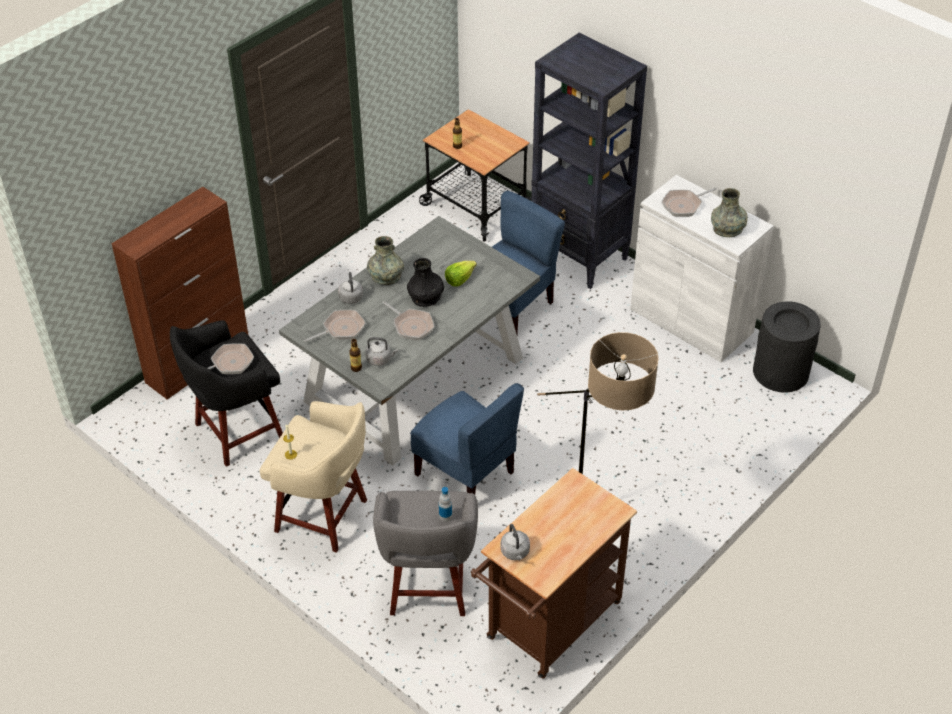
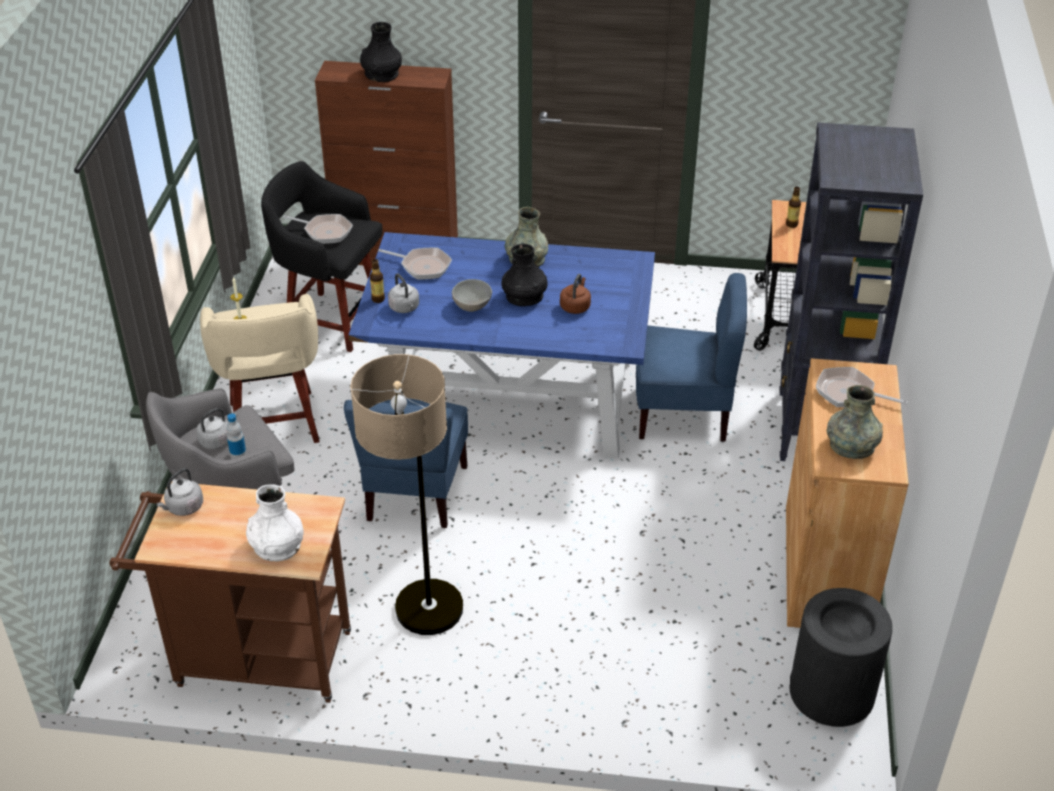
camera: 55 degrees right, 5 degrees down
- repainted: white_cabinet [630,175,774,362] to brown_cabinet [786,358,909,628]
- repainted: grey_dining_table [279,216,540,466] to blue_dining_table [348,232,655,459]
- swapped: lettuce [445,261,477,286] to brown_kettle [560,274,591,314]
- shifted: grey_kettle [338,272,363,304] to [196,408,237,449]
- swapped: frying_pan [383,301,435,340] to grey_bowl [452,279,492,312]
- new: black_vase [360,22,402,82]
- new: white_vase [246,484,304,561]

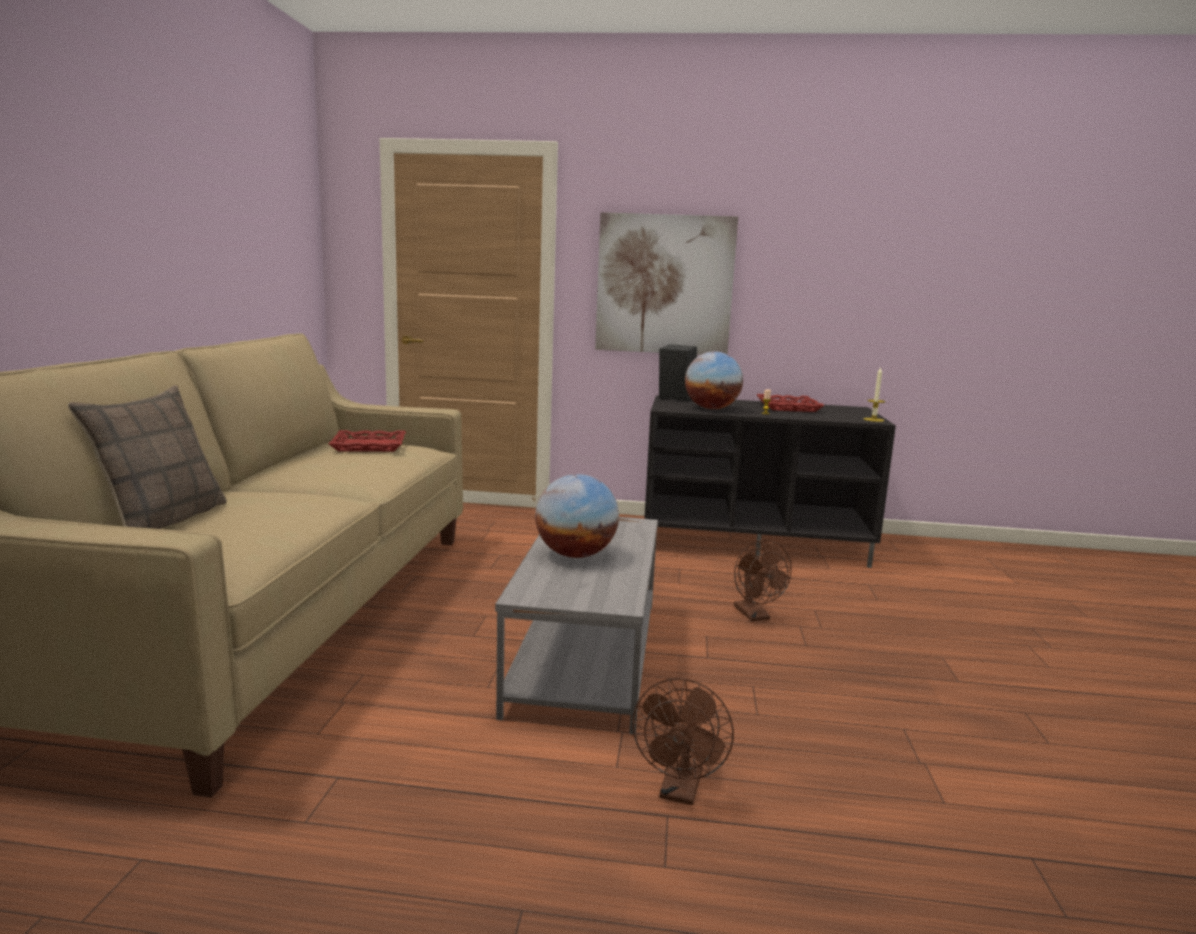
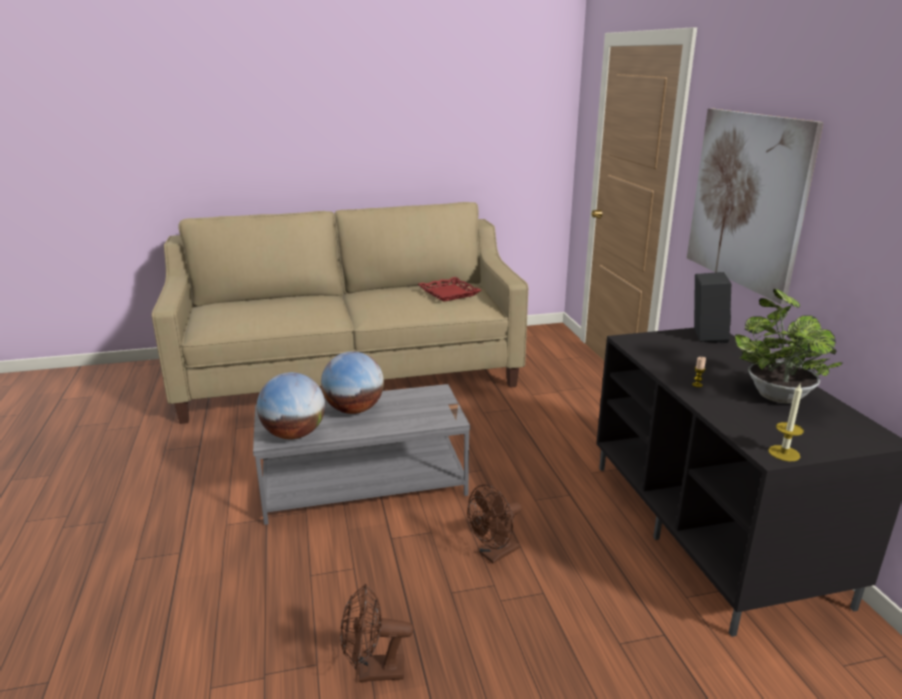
camera: 70 degrees right, 10 degrees up
- shifted: globe [685,351,743,409] to [257,372,325,439]
- gone: pillow [68,385,227,529]
- swapped: red_tray [757,394,825,412] to potted_plant [735,289,843,403]
- shifted: brown_fan [632,678,734,805] to [340,584,413,682]

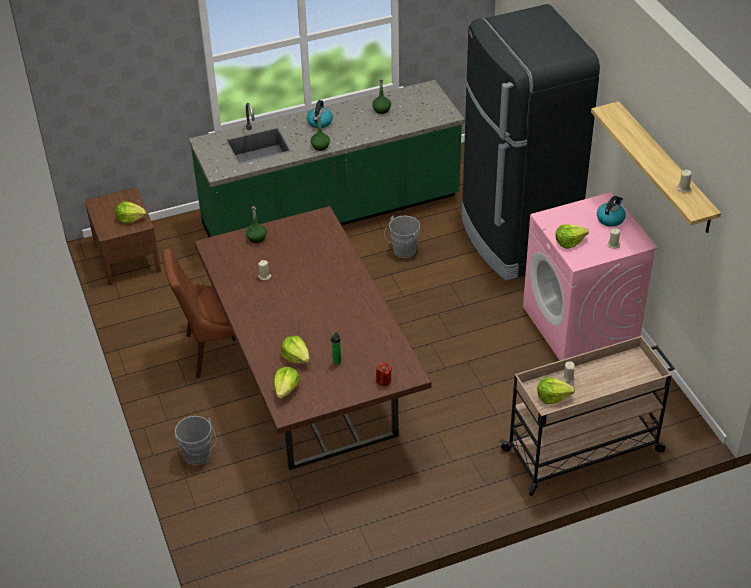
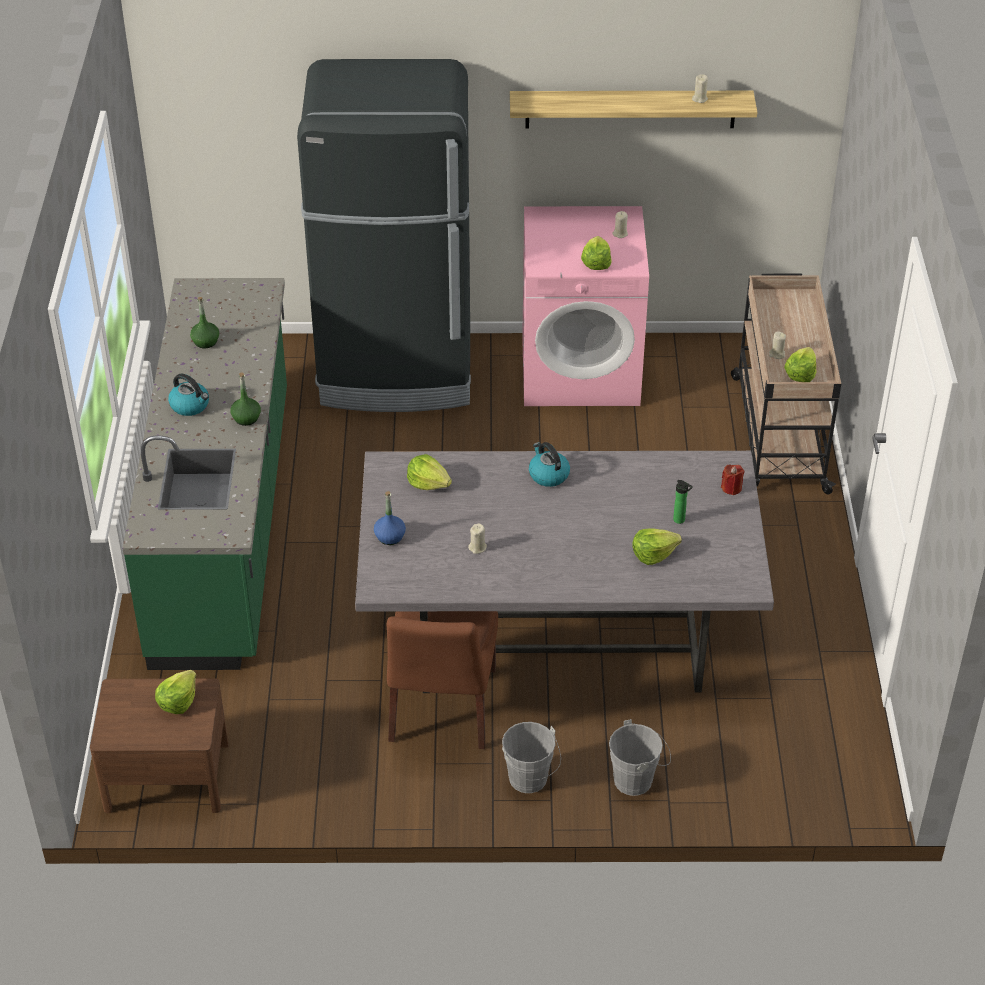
camera: 70 degrees left, 0 degrees up
- shifted: kettle [597,196,626,227] to [529,442,570,487]
- repainted: brown_dining_table [195,206,431,470] to grey_dining_table [355,451,774,693]
- repainted: green_bottle [246,206,267,243] to blue_bottle [374,491,406,545]
- shifted: grey_bucket [384,215,420,258] to [502,722,561,793]
- shifted: lettuce [274,367,300,399] to [407,454,452,490]

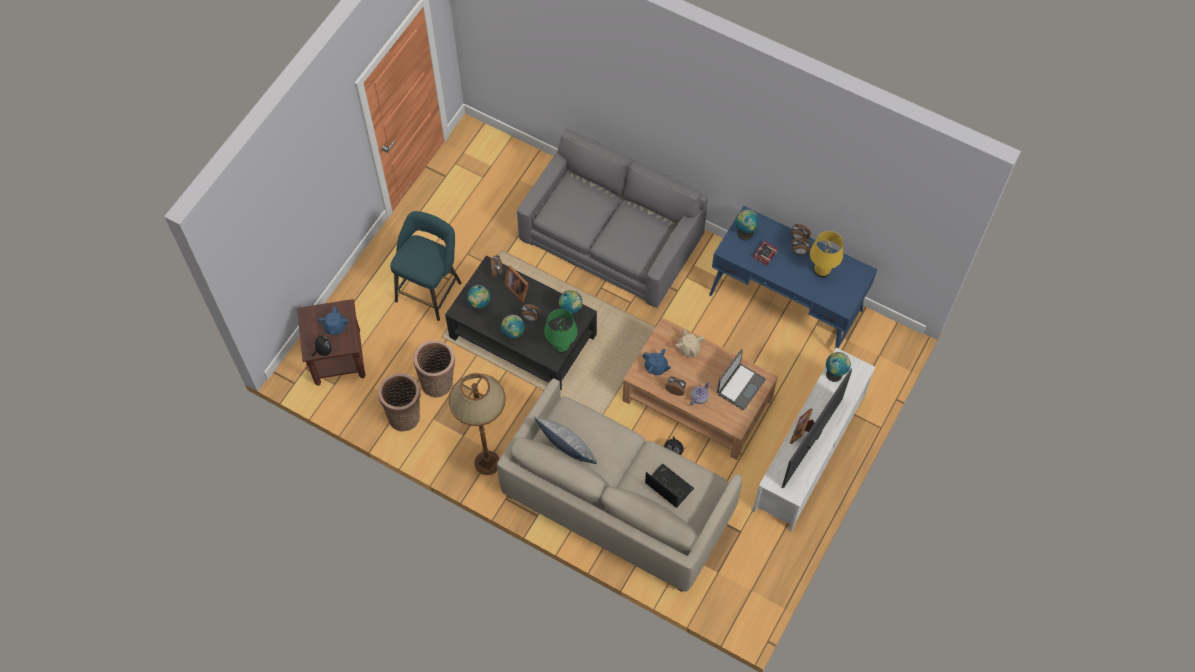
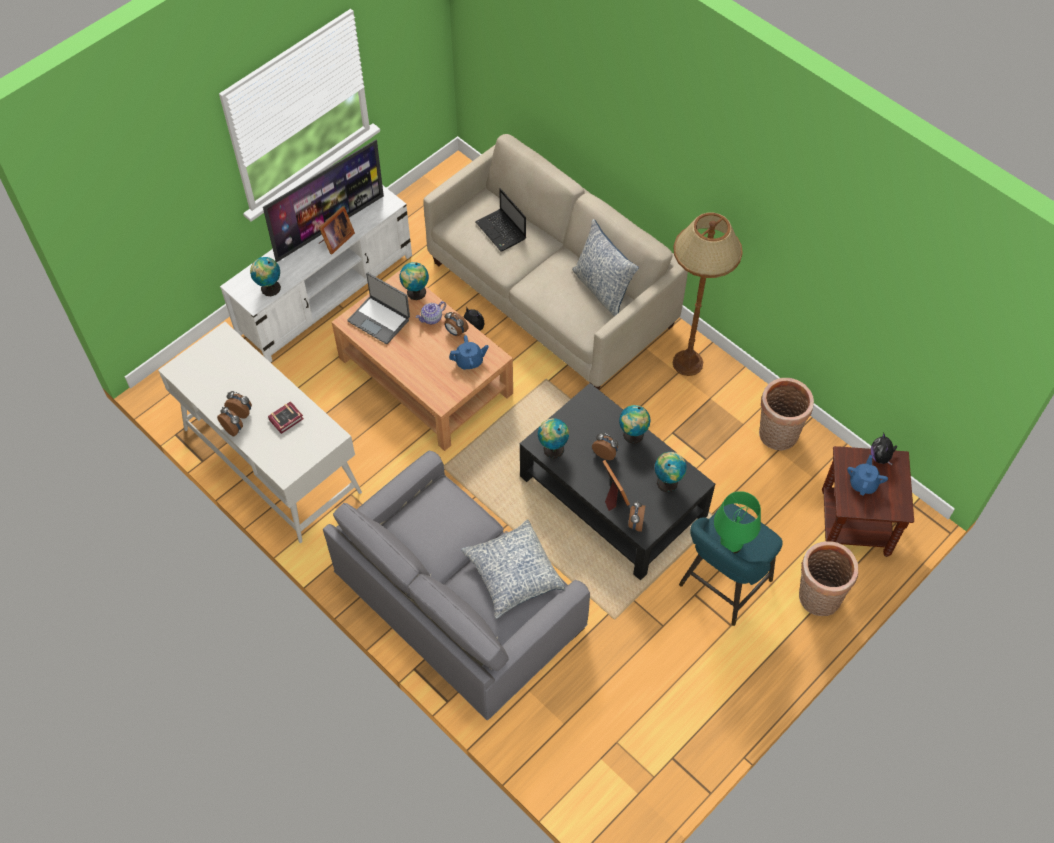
camera: 165 degrees left, 5 degrees down
- repainted: blue_desk [709,206,877,349] to white_desk [158,322,362,543]
- shifted: globe [735,209,759,240] to [400,262,429,300]
- gone: yellow_table_lamp [810,231,843,277]
- shifted: green_table_lamp [544,309,578,353] to [714,491,761,553]
- gone: beige_teapot [675,327,704,358]
- shifted: basket [414,340,455,397] to [799,541,858,616]
- rotated: blue_teapot [642,349,671,375] = [449,335,489,370] 120 degrees clockwise
- rotated: laptop [717,349,766,410] = [347,273,410,344] 105 degrees counterclockwise
- new: pillow [461,519,565,619]

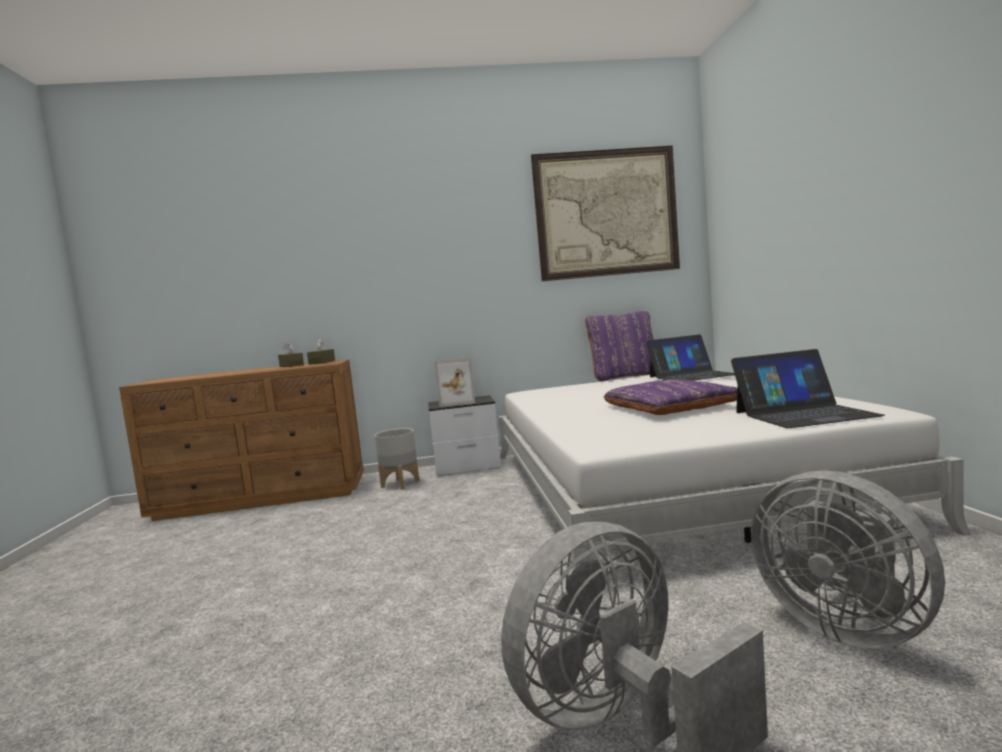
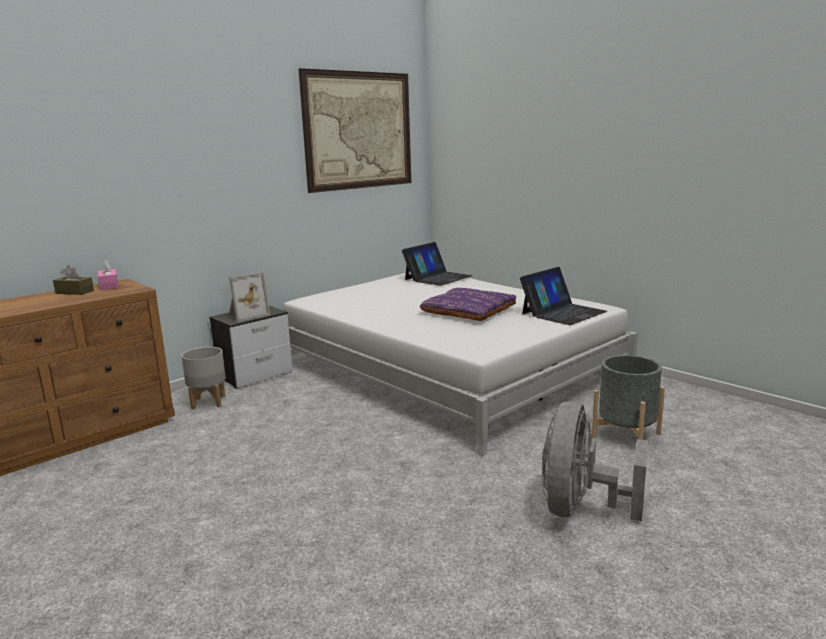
camera: 35 degrees left, 10 degrees up
- gone: purple_pillow [585,311,654,381]
- repainted: brown_tissue_box [307,339,335,365] to pink_tissue_box [98,260,118,290]
- swapped: grey_fan [751,470,945,649] to grey_planter [592,355,665,440]

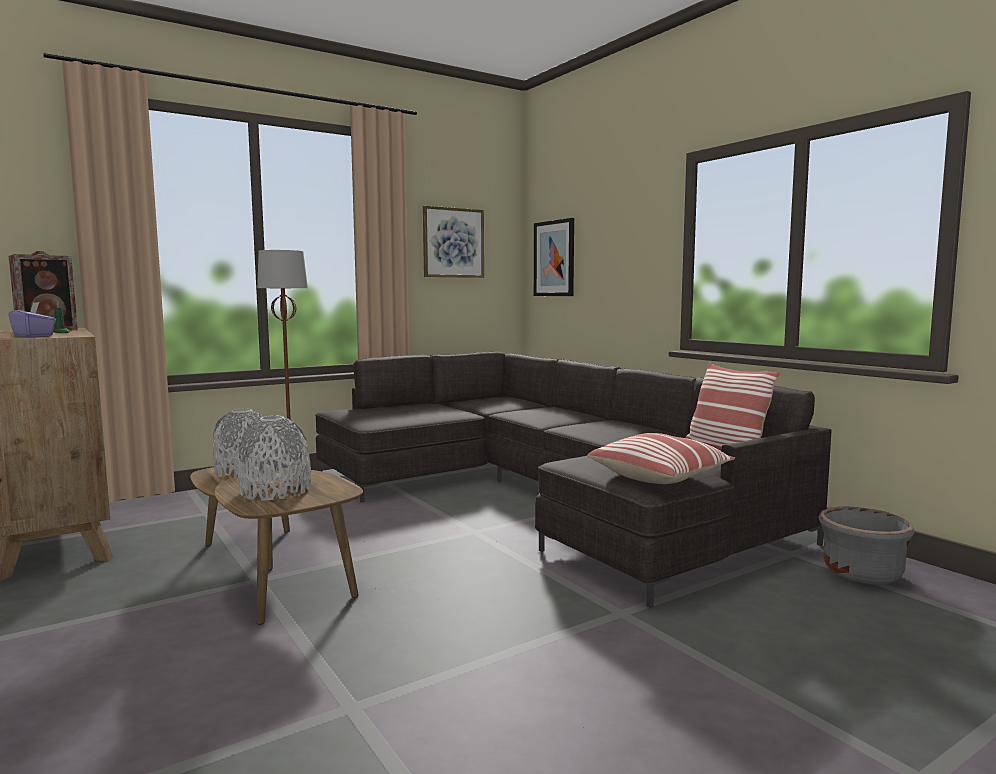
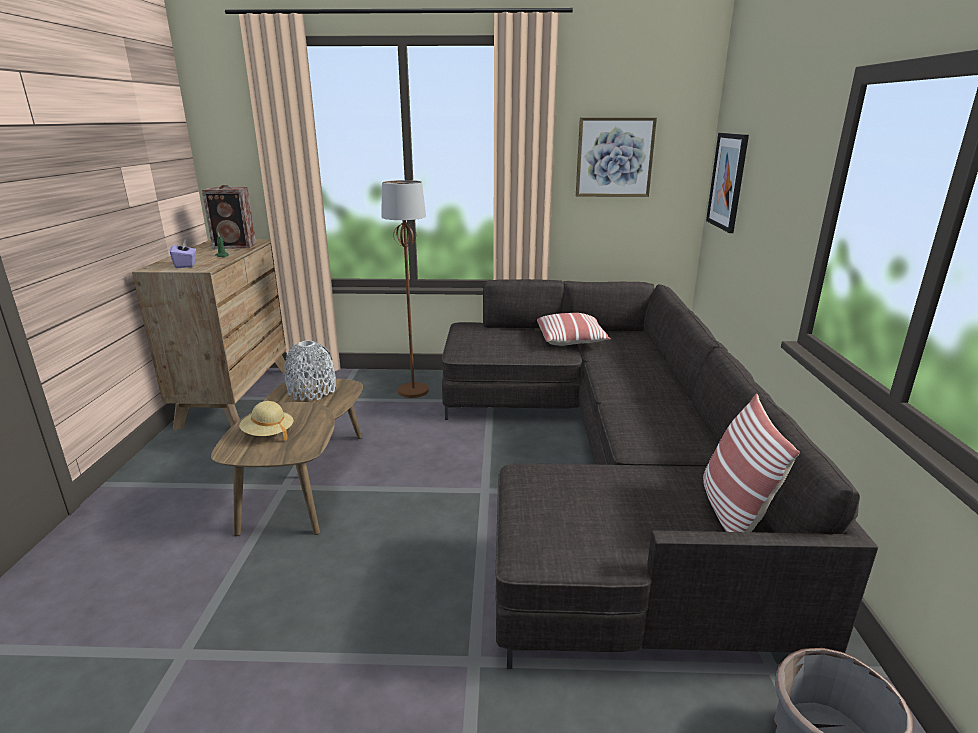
camera: 35 degrees right, 15 degrees up
- swapped: grey_vase [237,416,311,501] to beige_hat [239,401,294,440]
- shifted: pillow [587,433,735,484] to [537,313,611,346]

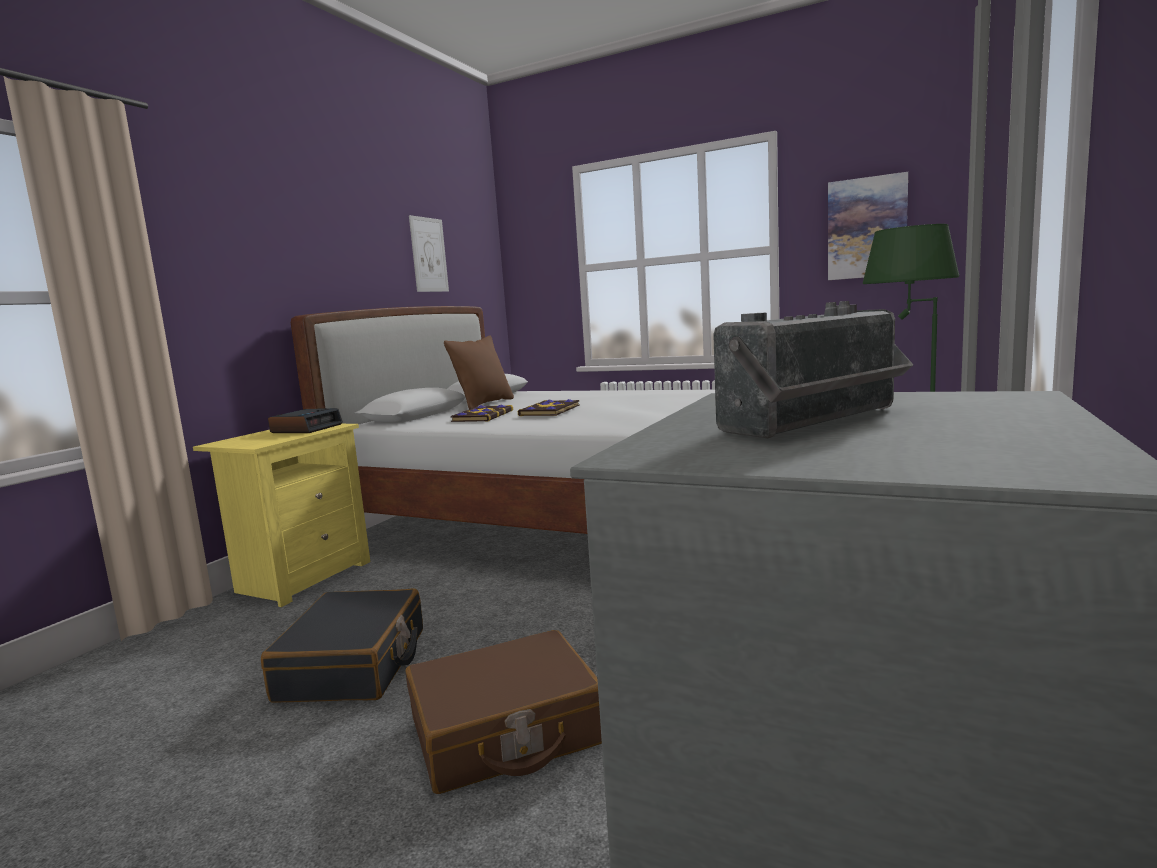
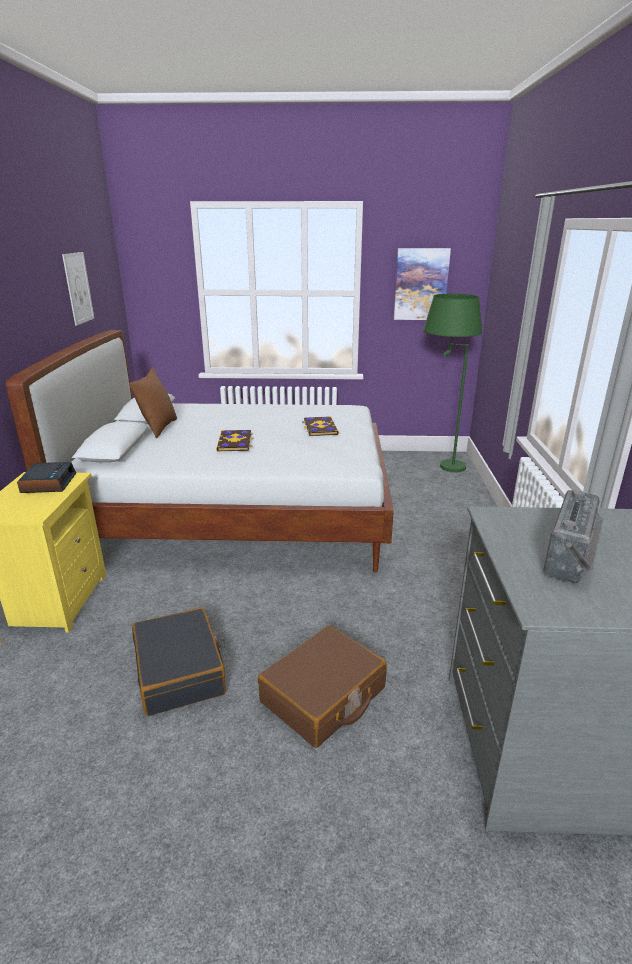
camera: 25 degrees left, 15 degrees up
- shifted: book [451,404,513,422] to [302,416,339,436]

